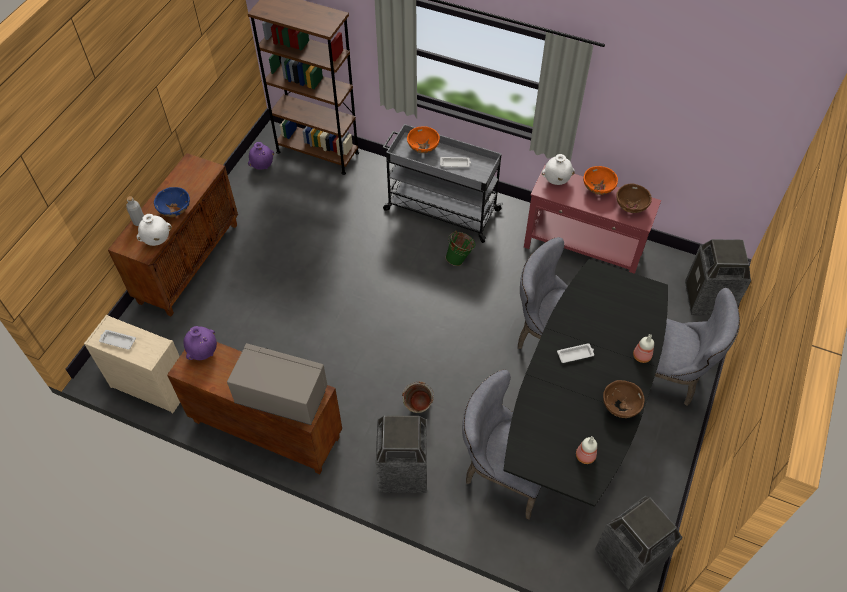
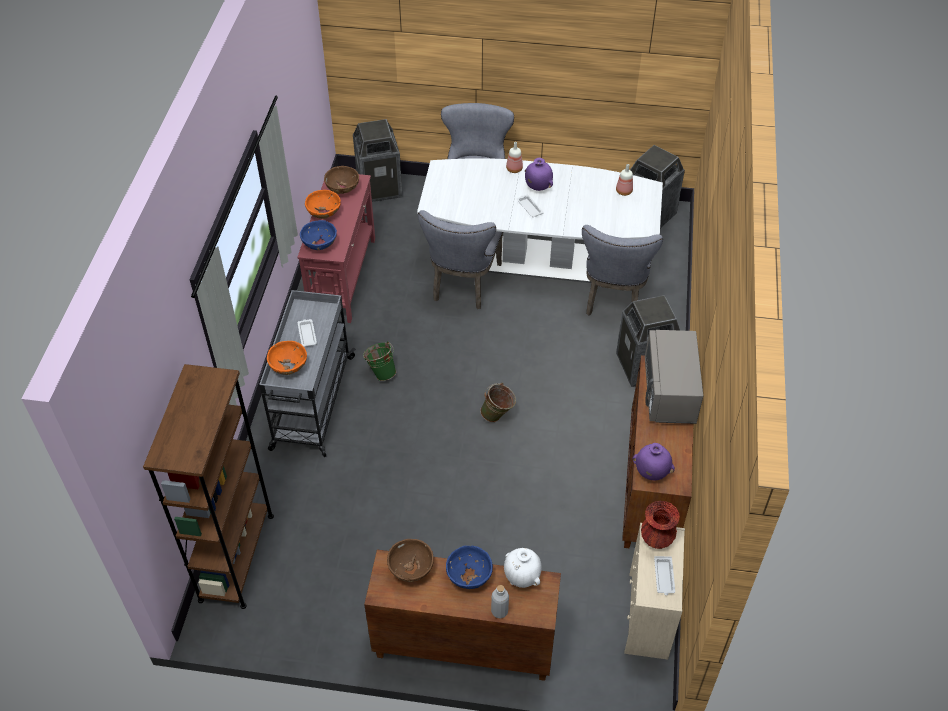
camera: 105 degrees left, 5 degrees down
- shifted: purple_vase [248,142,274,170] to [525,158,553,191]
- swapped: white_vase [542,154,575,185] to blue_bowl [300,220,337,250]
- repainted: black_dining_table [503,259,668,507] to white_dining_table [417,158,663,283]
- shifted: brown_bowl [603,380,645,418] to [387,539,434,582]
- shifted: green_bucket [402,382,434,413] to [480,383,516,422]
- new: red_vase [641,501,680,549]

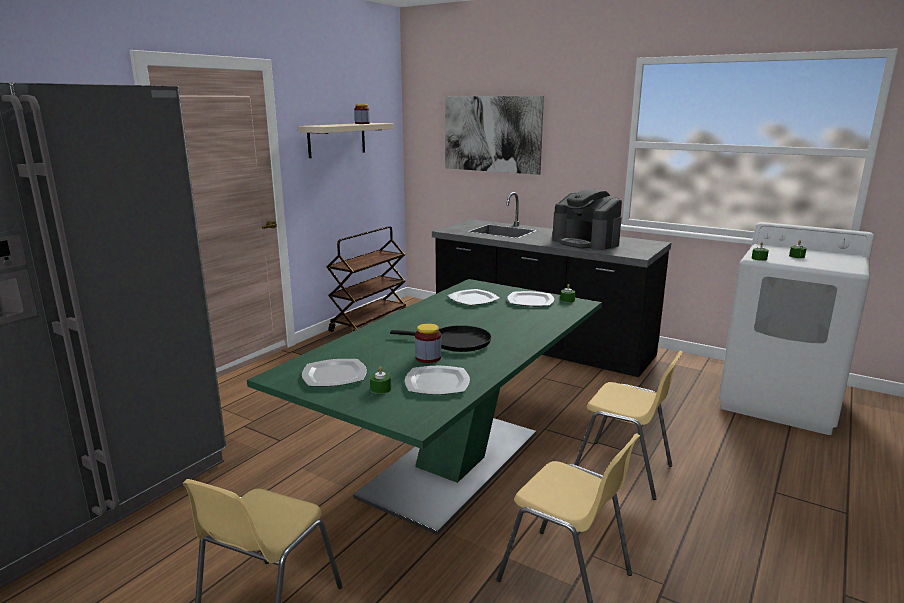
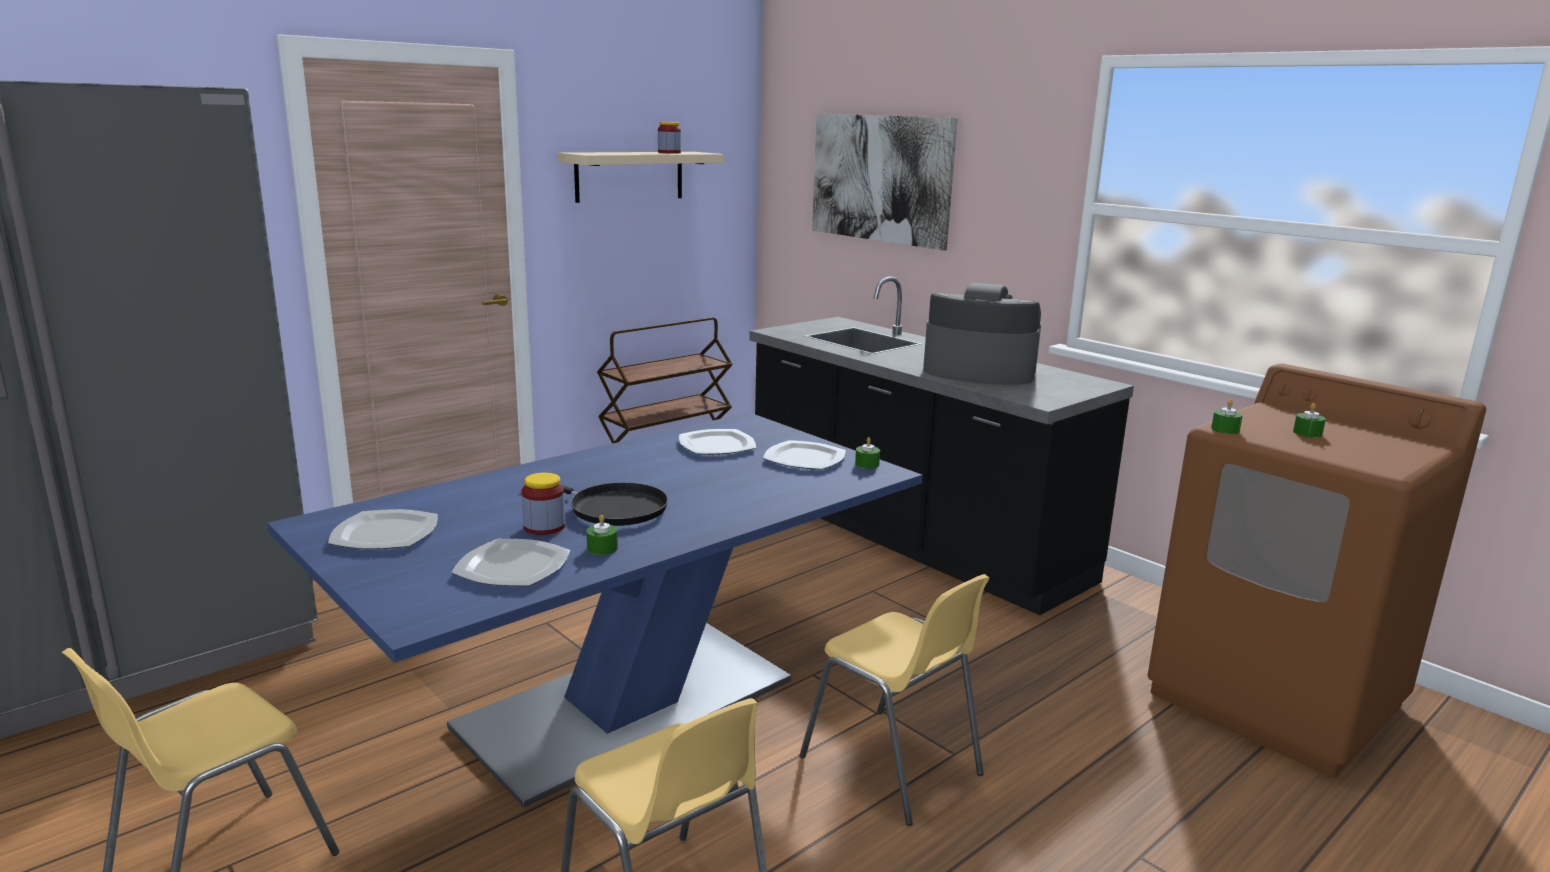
camera: 15 degrees right, 0 degrees up
- rotated: coffee_machine [552,189,622,250] = [923,283,1041,385] 135 degrees clockwise
- repainted: white_washing_machine [719,222,874,435] to brown_washing_machine [1147,364,1486,777]
- repainted: green_dining_table [247,279,602,535] to blue_dining_table [267,412,922,808]
- shifted: green_candle [370,367,391,394] to [586,515,618,555]

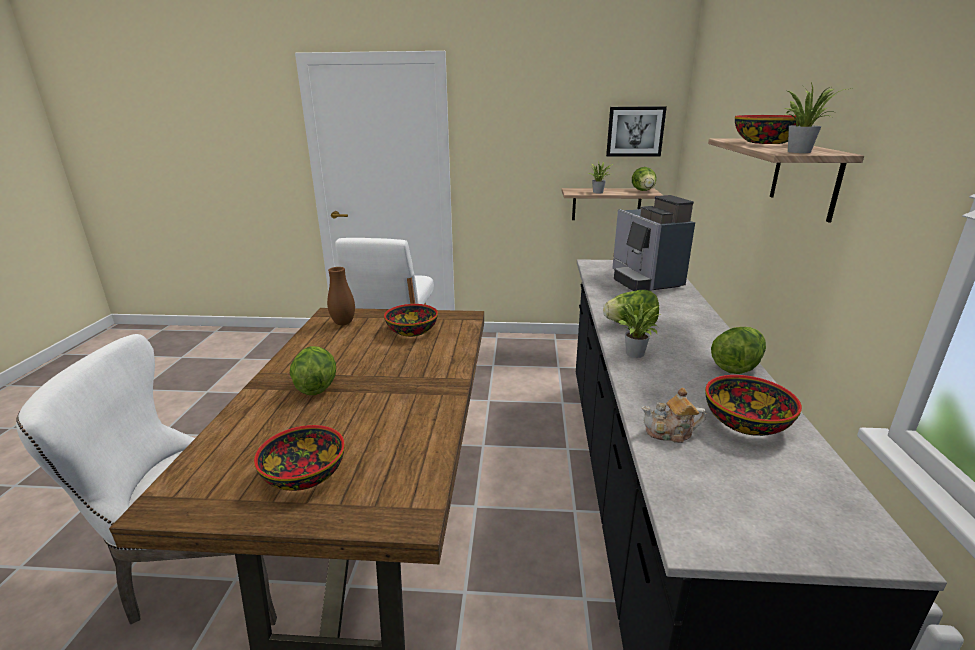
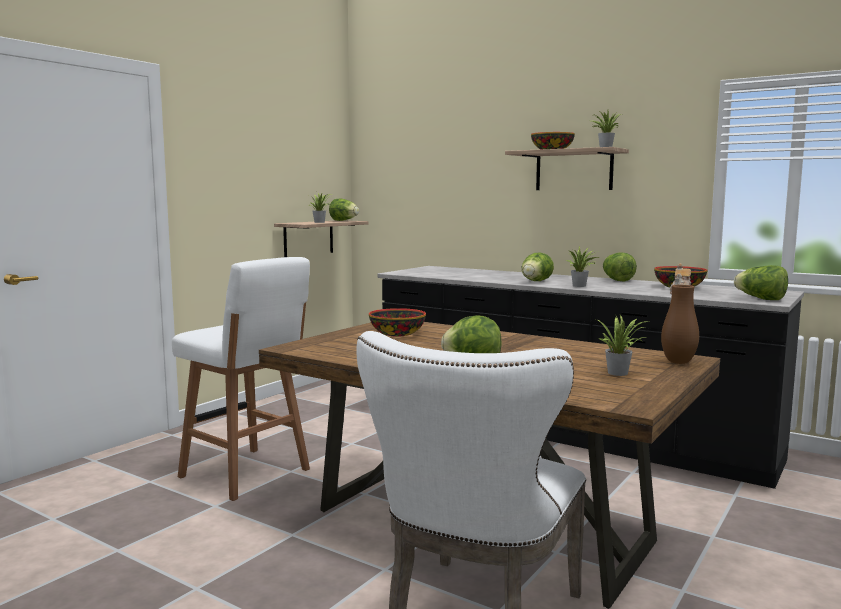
camera: 60 degrees left, 15 degrees down
- gone: picture [606,106,667,156]
- gone: coffee_machine [612,195,695,291]
- shifted: brown_vase [327,267,355,325] to [661,285,699,364]
- swapped: bowl [254,425,345,491] to potted_plant [596,315,650,376]
- new: lettuce [734,265,788,300]

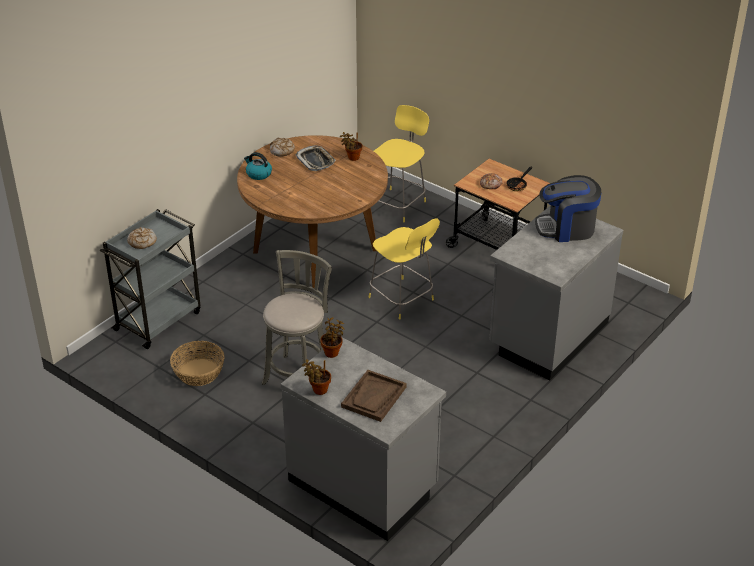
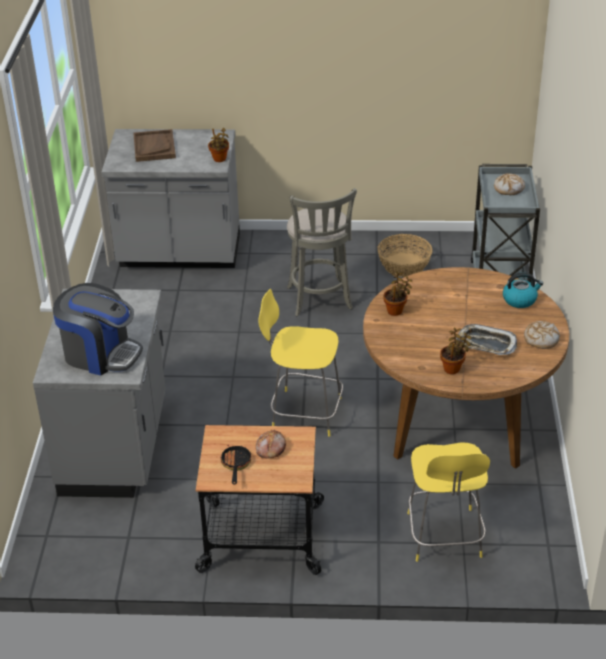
camera: 145 degrees right, 0 degrees up
- rotated: coffee_machine [535,175,602,242] = [53,283,143,375] 60 degrees clockwise
- shifted: potted_plant [302,359,331,395] to [383,271,413,316]

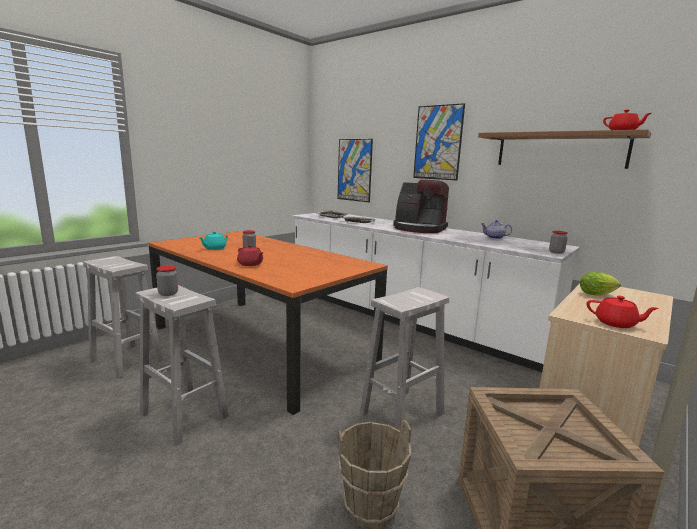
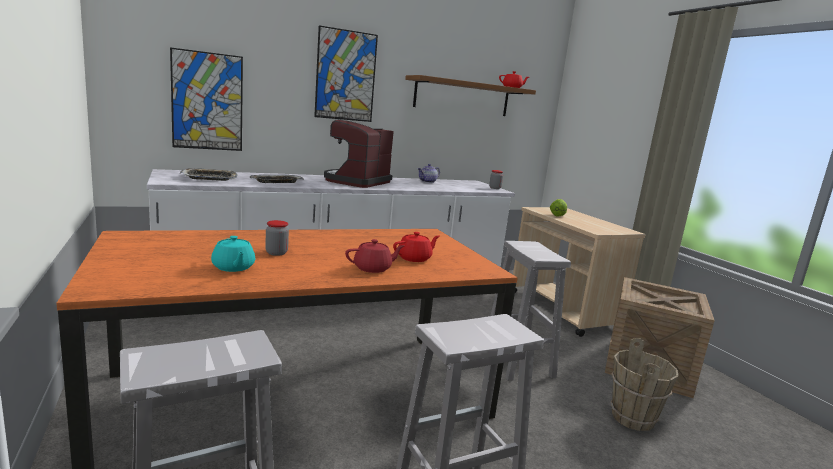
camera: 65 degrees left, 0 degrees up
- rotated: coffee_machine [393,180,449,233] = [324,120,394,188] 150 degrees clockwise
- gone: jar [156,266,178,296]
- shifted: red_teapot [586,296,659,328] to [393,232,440,262]

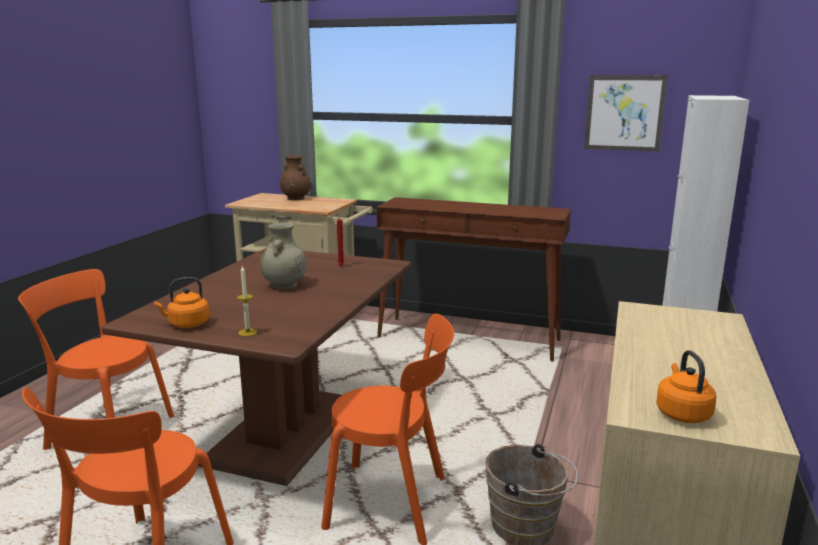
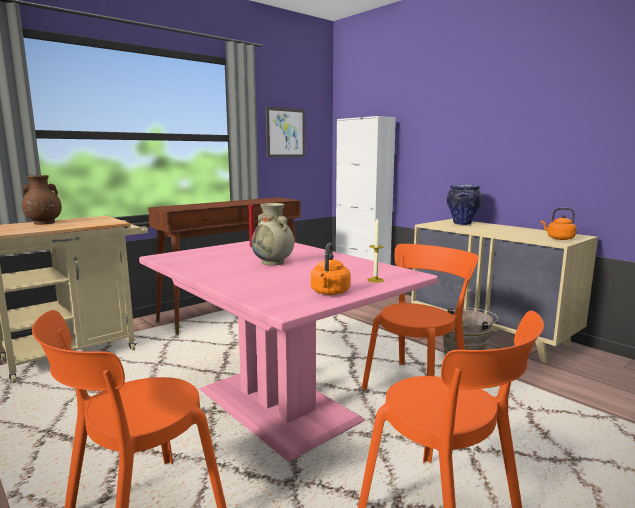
camera: 60 degrees left, 5 degrees down
- repainted: brown_dining_table [101,248,411,486] to pink_dining_table [139,241,438,462]
- new: vase [447,184,482,225]

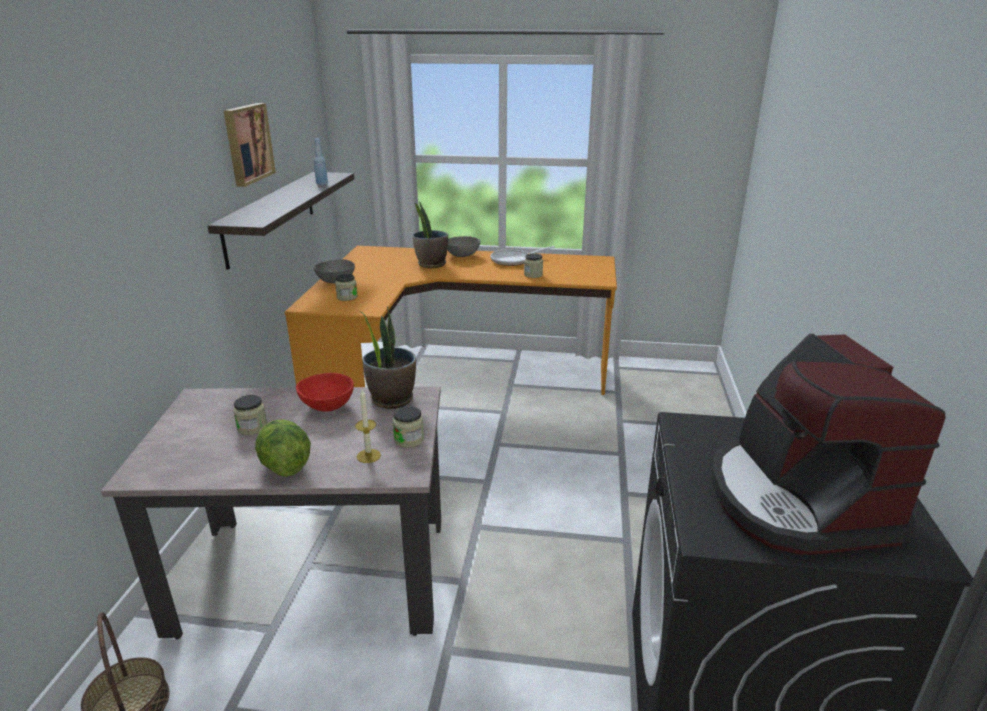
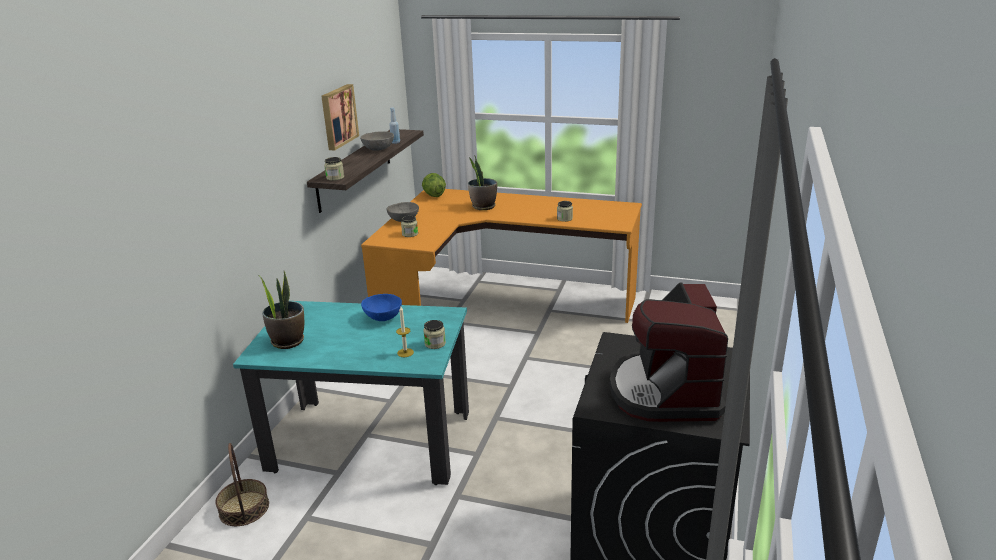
camera: 10 degrees right, 0 degrees up
- shifted: grey_bowl [447,236,480,257] to [360,132,394,151]
- gone: frying_pan [490,246,555,266]
- shifted: potted_plant [360,306,416,409] to [258,271,304,349]
- repainted: red_bowl [296,373,354,412] to blue_bowl [361,294,402,321]
- repainted: beige_dining_table [101,387,441,639] to turquoise_dining_table [233,301,469,485]
- shifted: jar [233,395,268,435] to [324,157,344,181]
- shifted: lettuce [255,419,311,477] to [422,173,446,197]

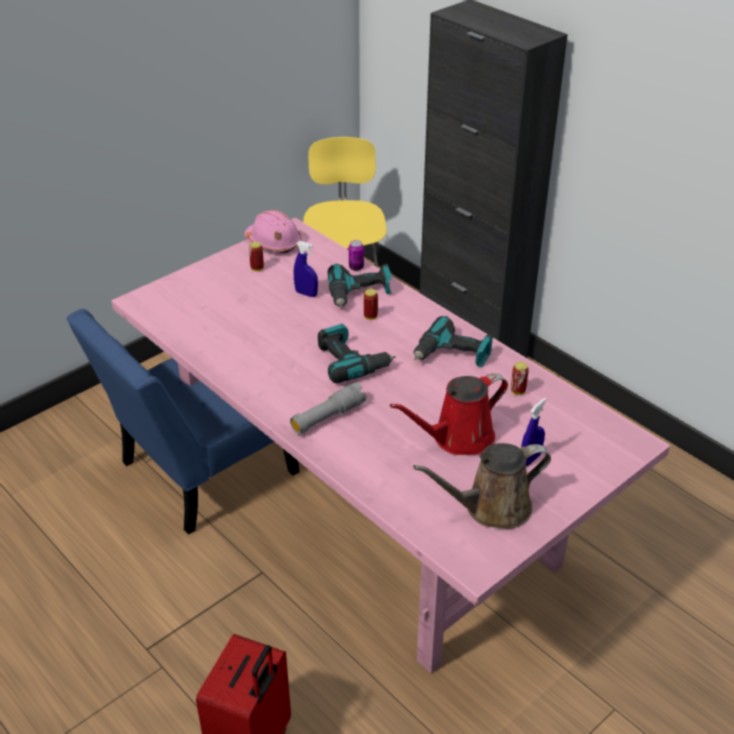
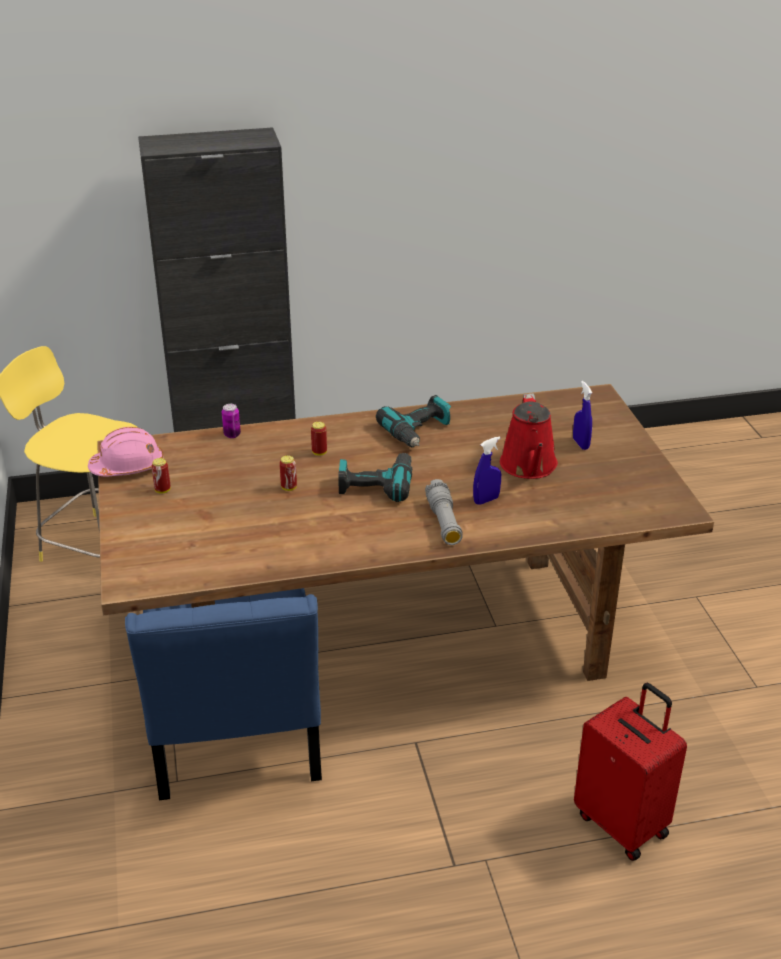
camera: 60 degrees left, 5 degrees down
- repainted: pink_dining_table [111,218,670,674] to brown_dining_table [97,384,714,681]
- shifted: blue_spray_bottle [294,241,318,297] to [473,436,501,505]
- gone: power_drill [328,264,392,307]
- shifted: can [511,362,529,395] to [280,456,297,491]
- gone: brown_watering_can [413,443,551,529]

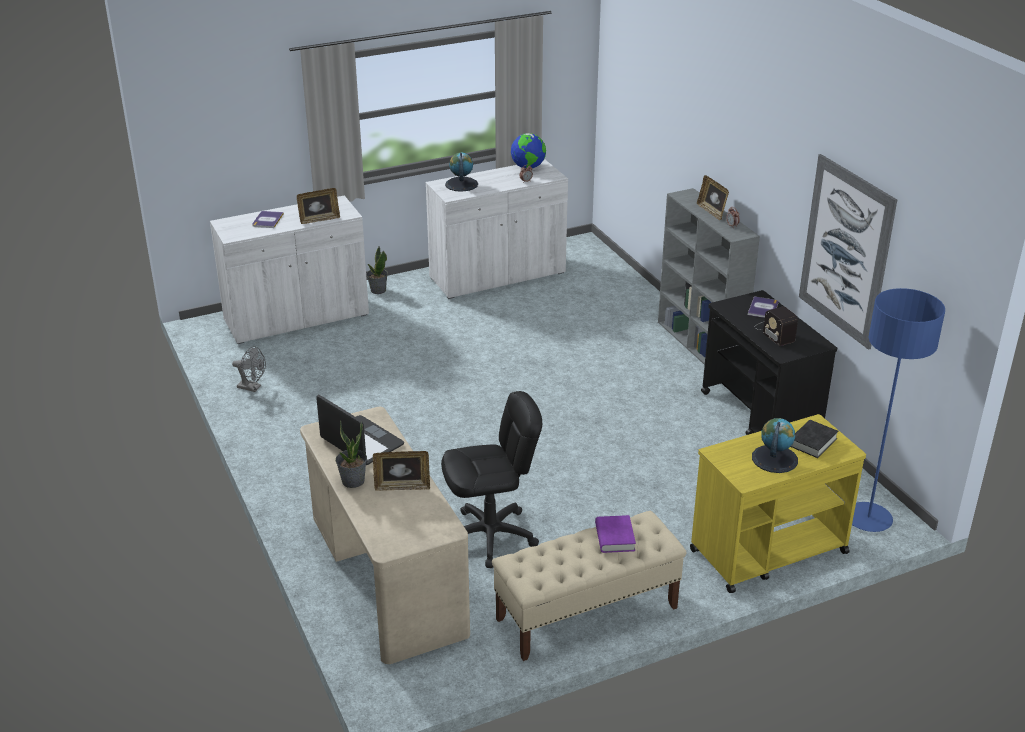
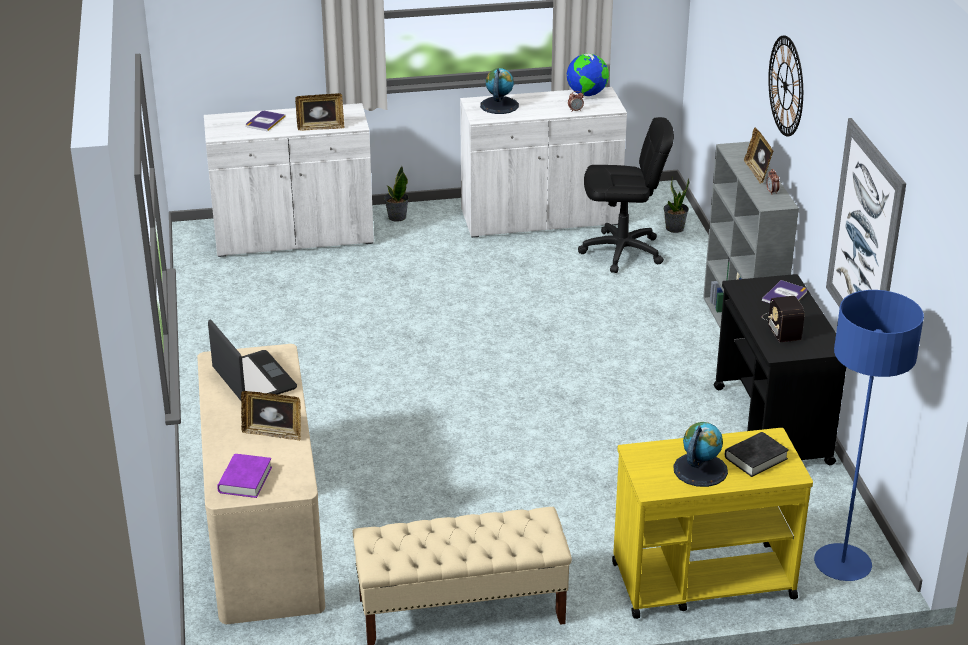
camera: 15 degrees right, 0 degrees up
- gone: grey_fan [232,346,266,392]
- shifted: black_office_chair [441,391,542,568] to [578,117,674,273]
- shifted: potted_plant [336,420,367,488] to [664,177,690,233]
- shifted: purple_book [595,515,636,553] to [217,454,272,498]
- new: wall_clock [768,36,803,136]

